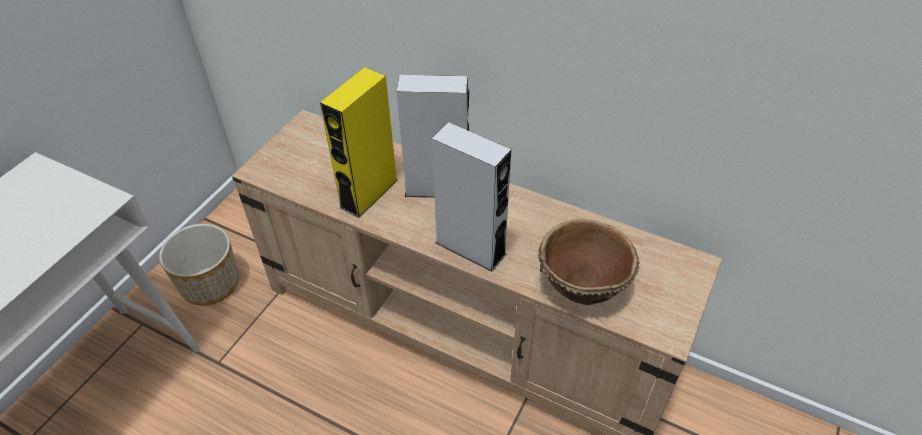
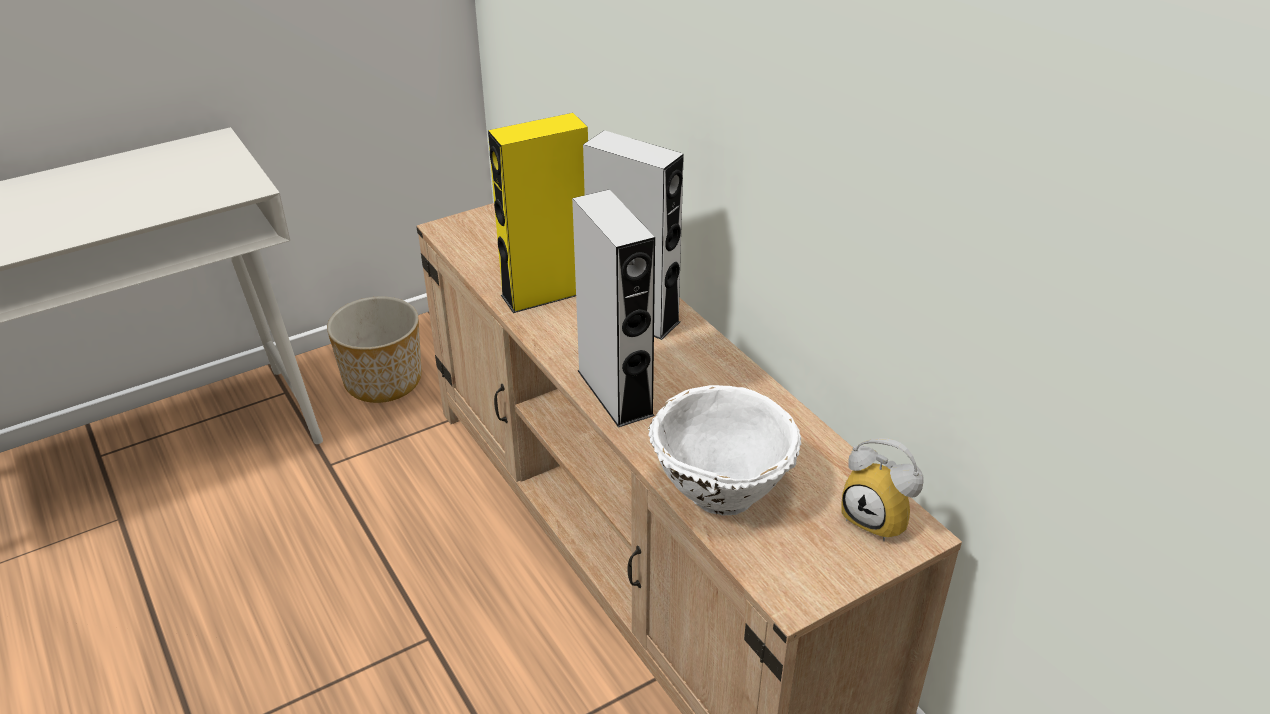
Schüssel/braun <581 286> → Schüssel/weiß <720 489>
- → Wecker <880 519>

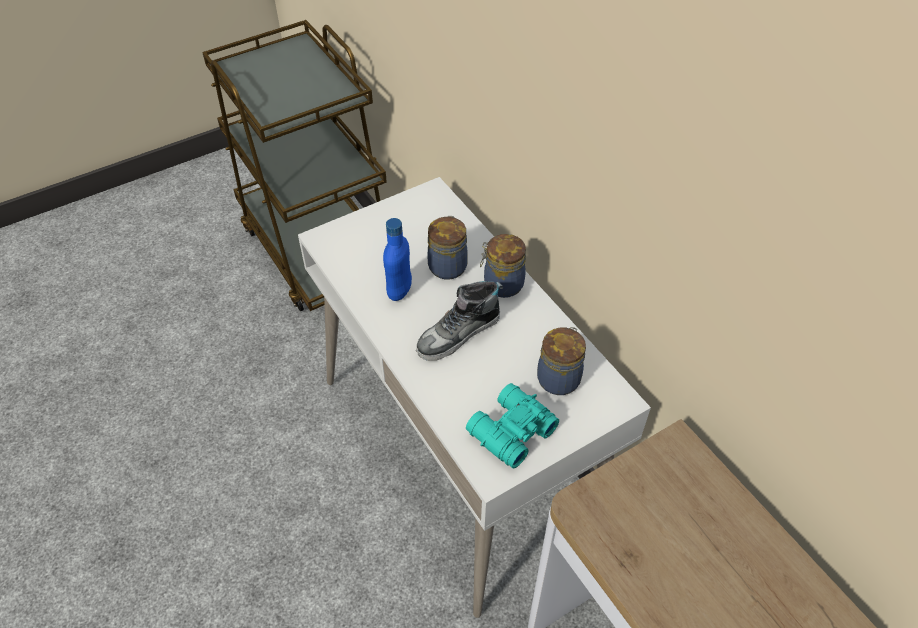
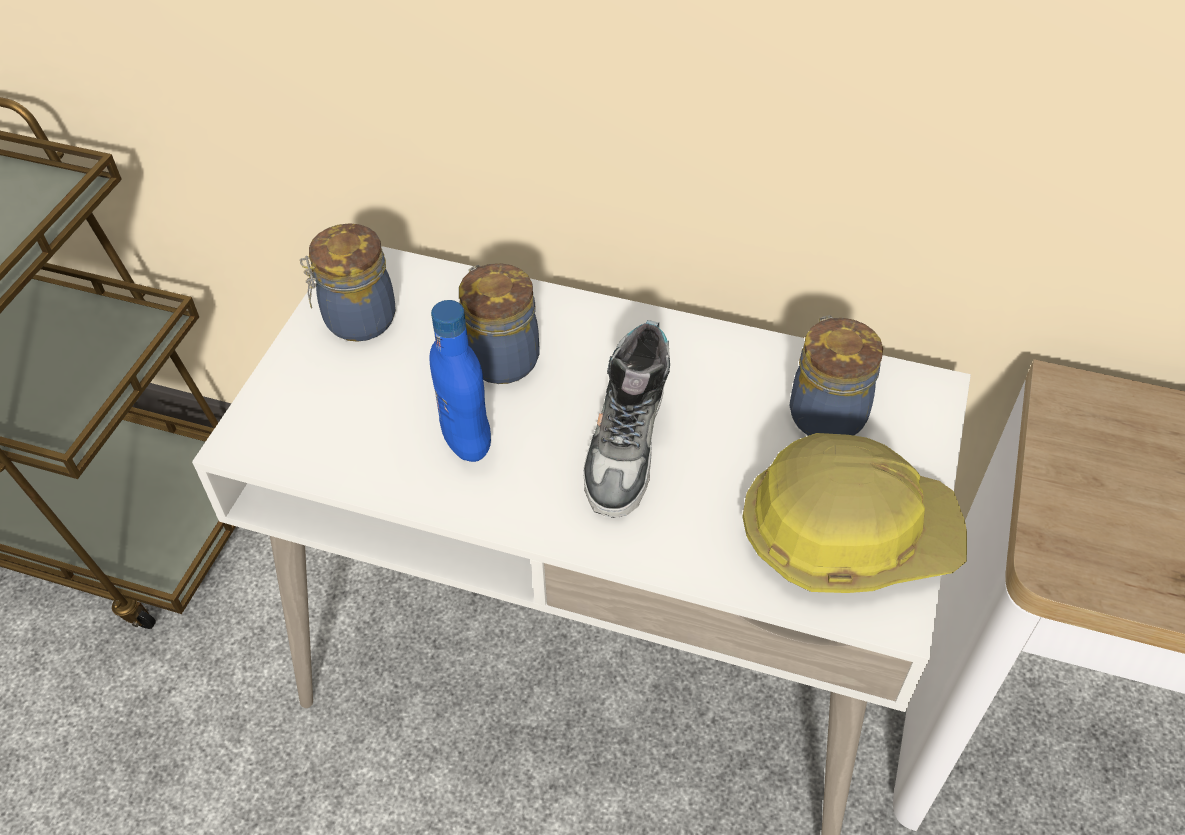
Vorratsglas <501 284> → Vorratsglas <357 320>, shifted
Fernglas/türkis <509 431> → Schutzhelm <846 534>

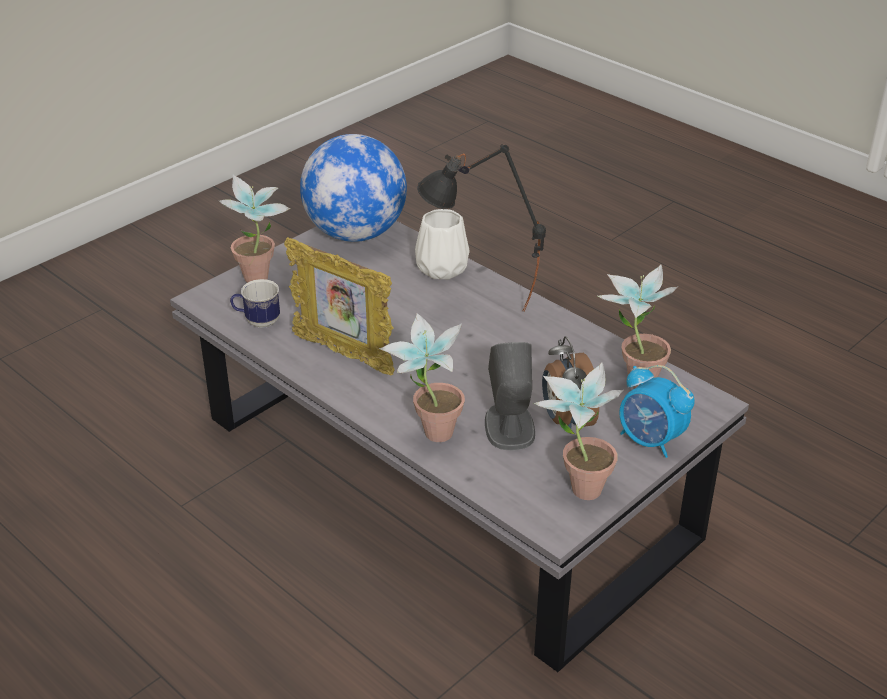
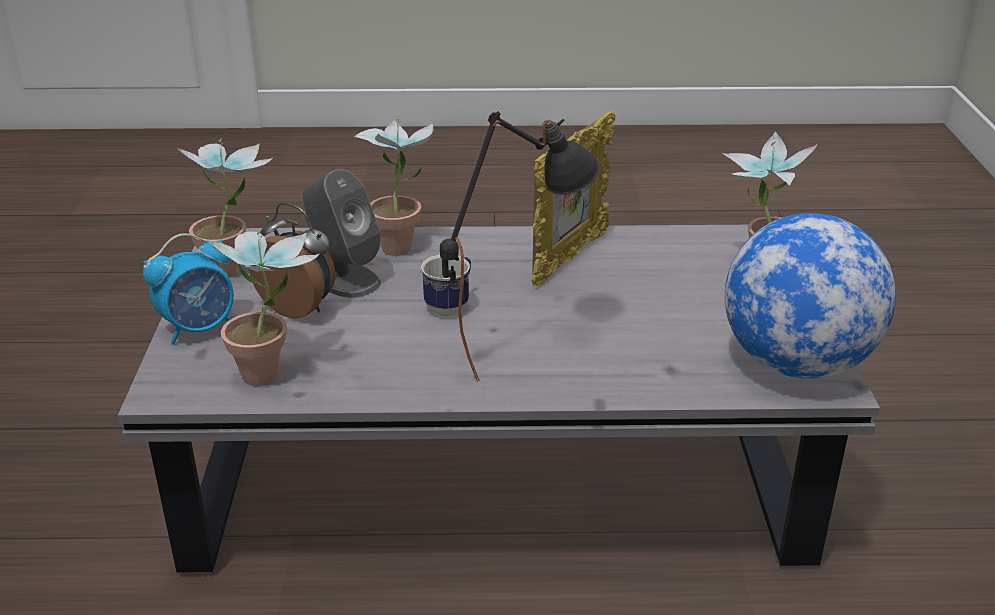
Vase/weiß <440 268> → -
Bilderrahmen <344 354> → Bilderrahmen <568 258>, 135 degrees clockwise
Henkelbecher <257 322> → Henkelbecher <451 305>, shifted
Wecker <650 441> → Wecker <200 328>, 150 degrees clockwise

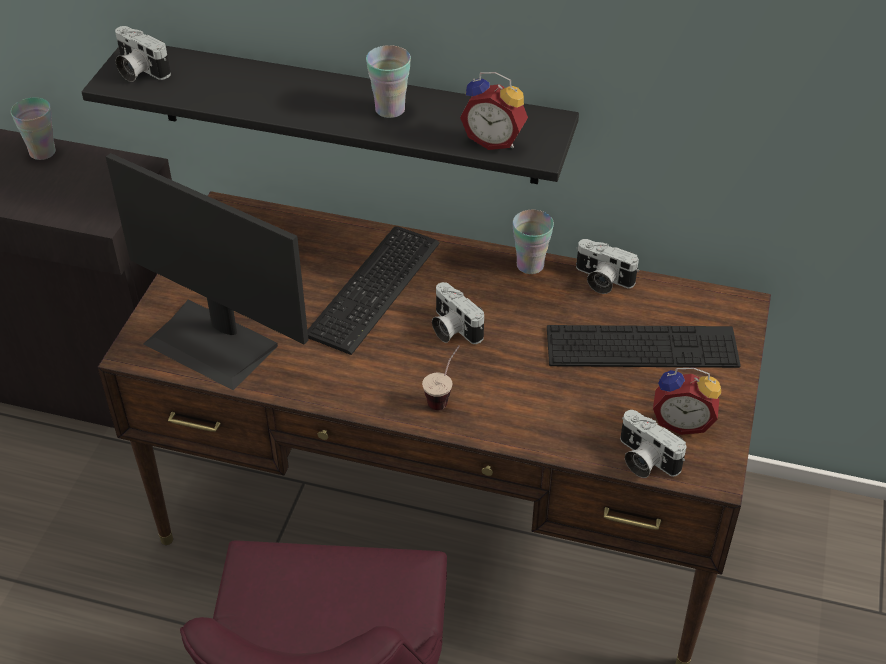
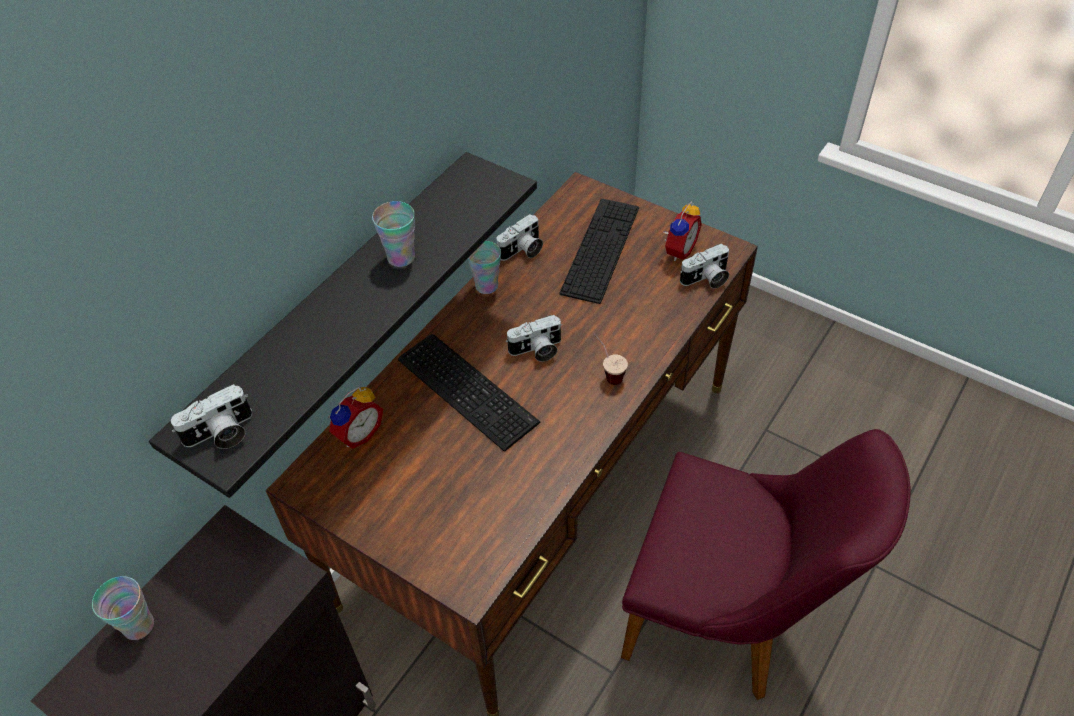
Wecker <494 140> → Wecker <358 433>, shifted
Monitor <213 343> → -

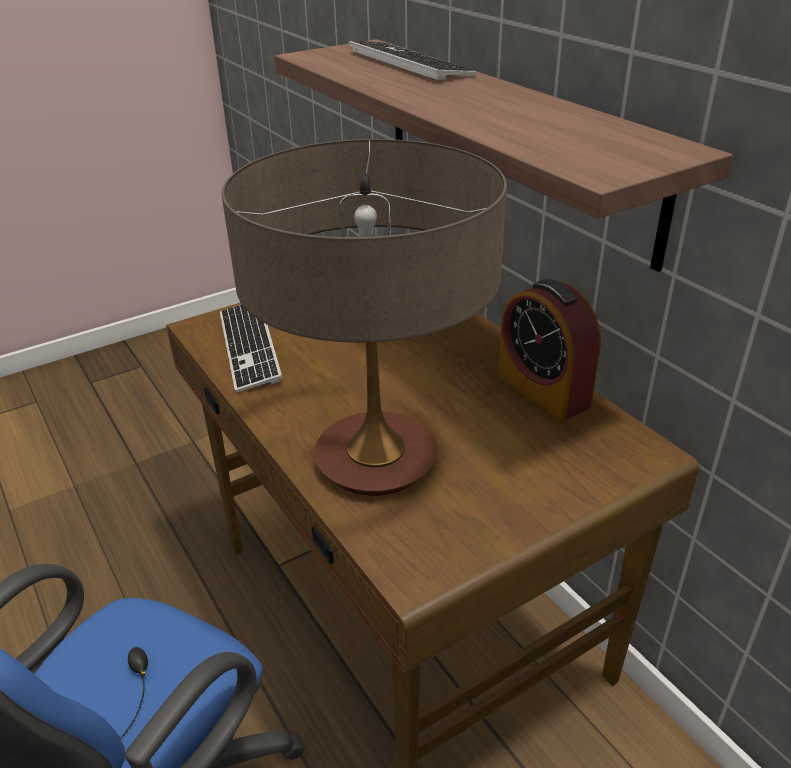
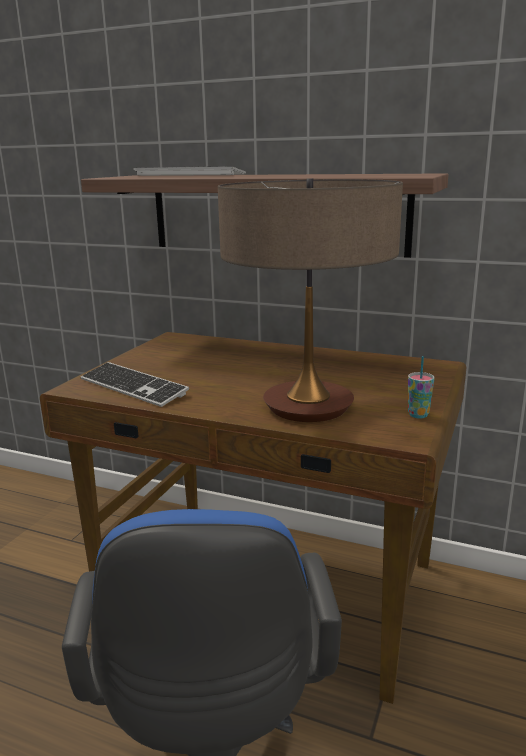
Wecker <543 390> → -
- → Tasse <418 415>

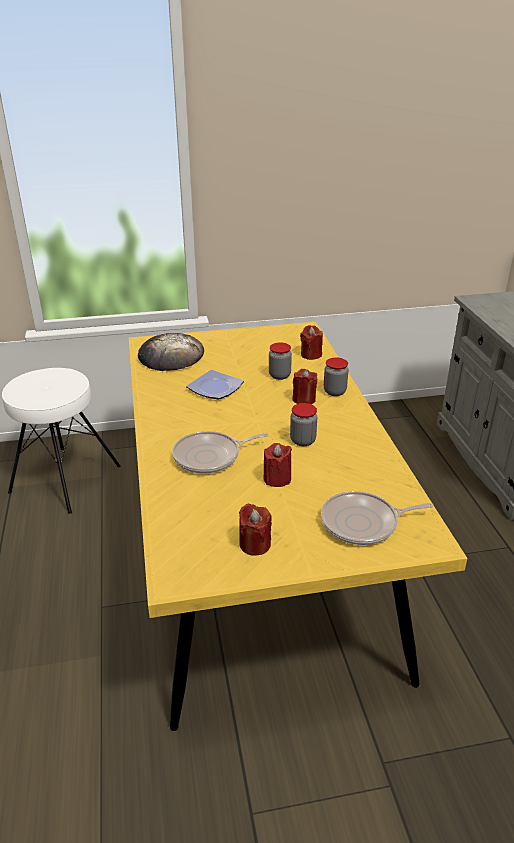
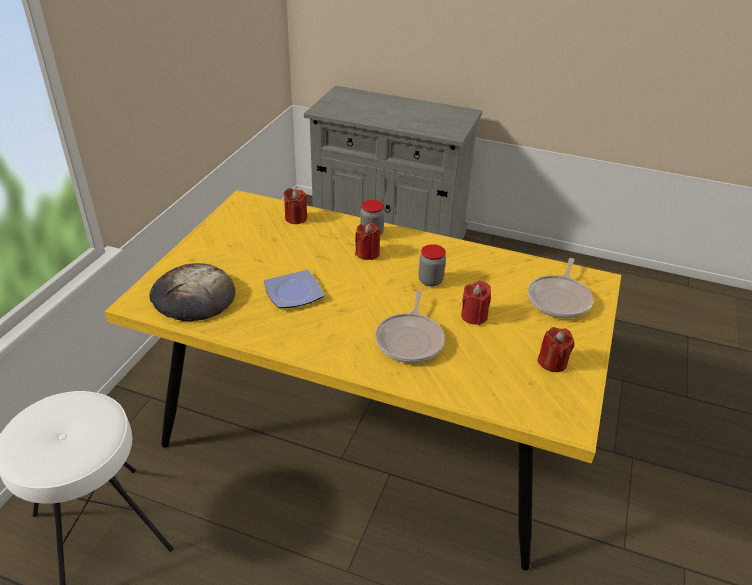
Vorratsglas <279 375> → -

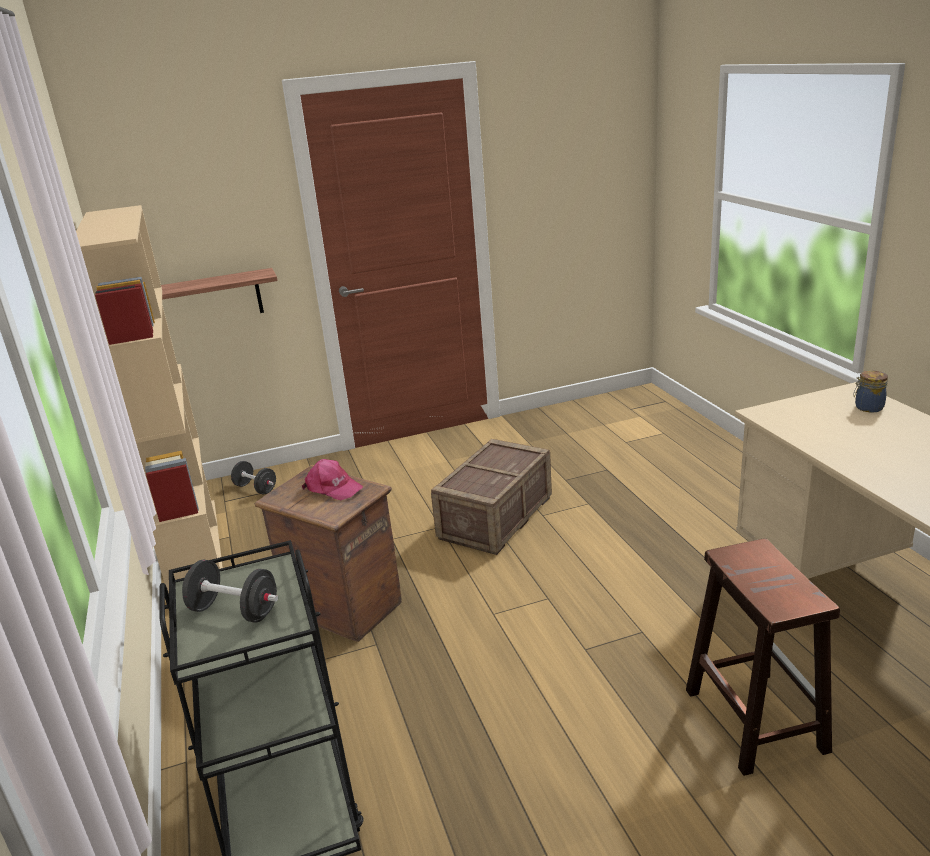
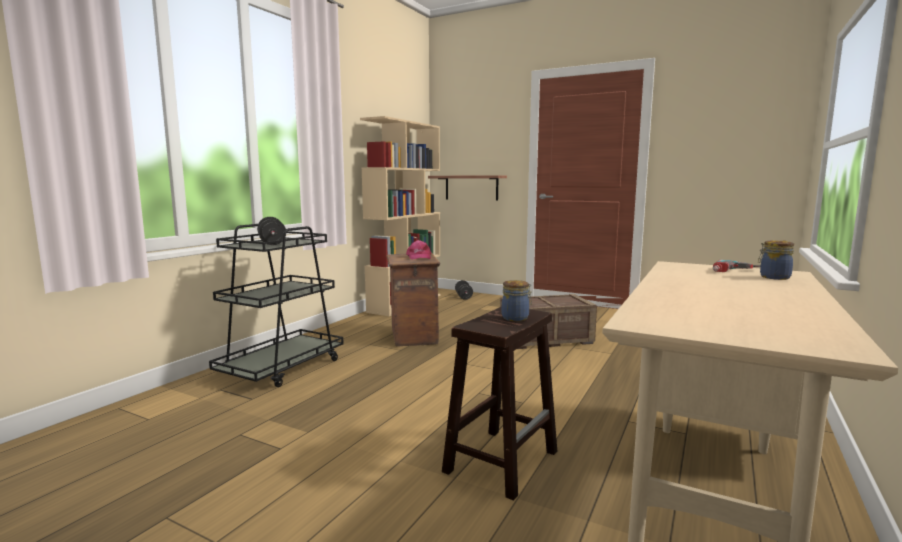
- → Bohrmaschine <739 272>
- → Vorratsglas <516 318>

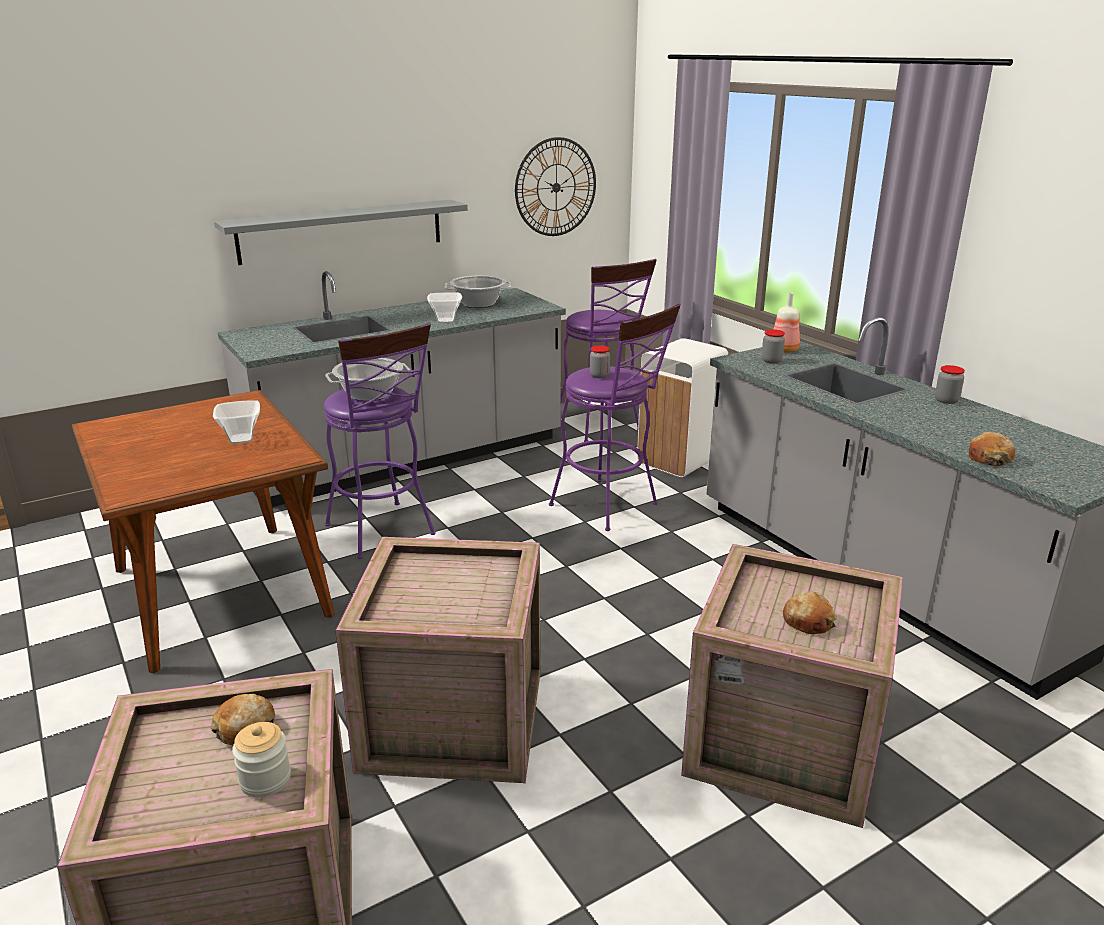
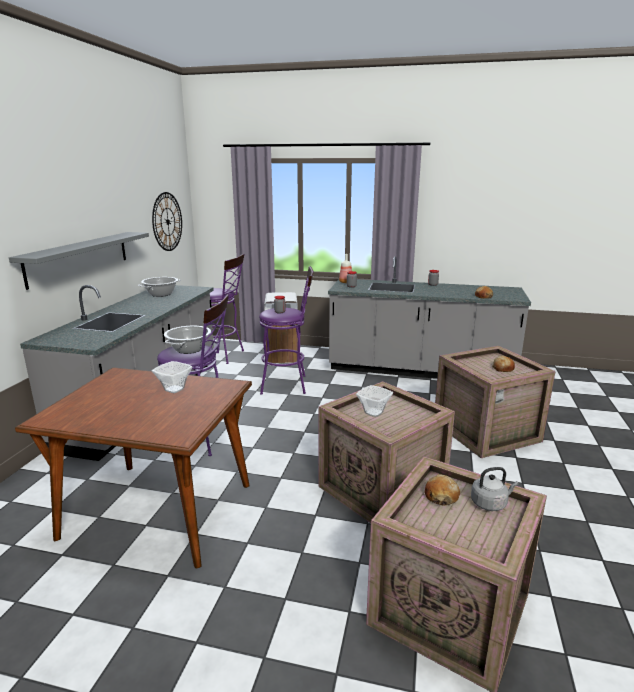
Schüssel <445 320> → Schüssel <373 412>, shifted
Vorratsglas <265 779> → Wasserkessel/grau <490 503>

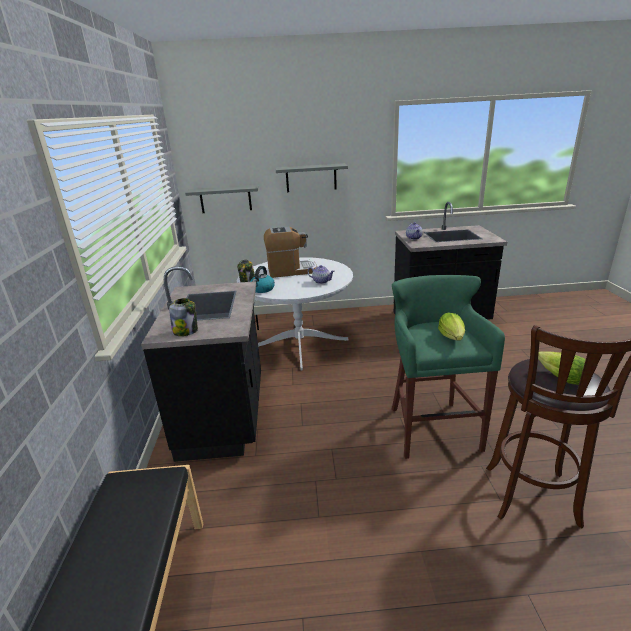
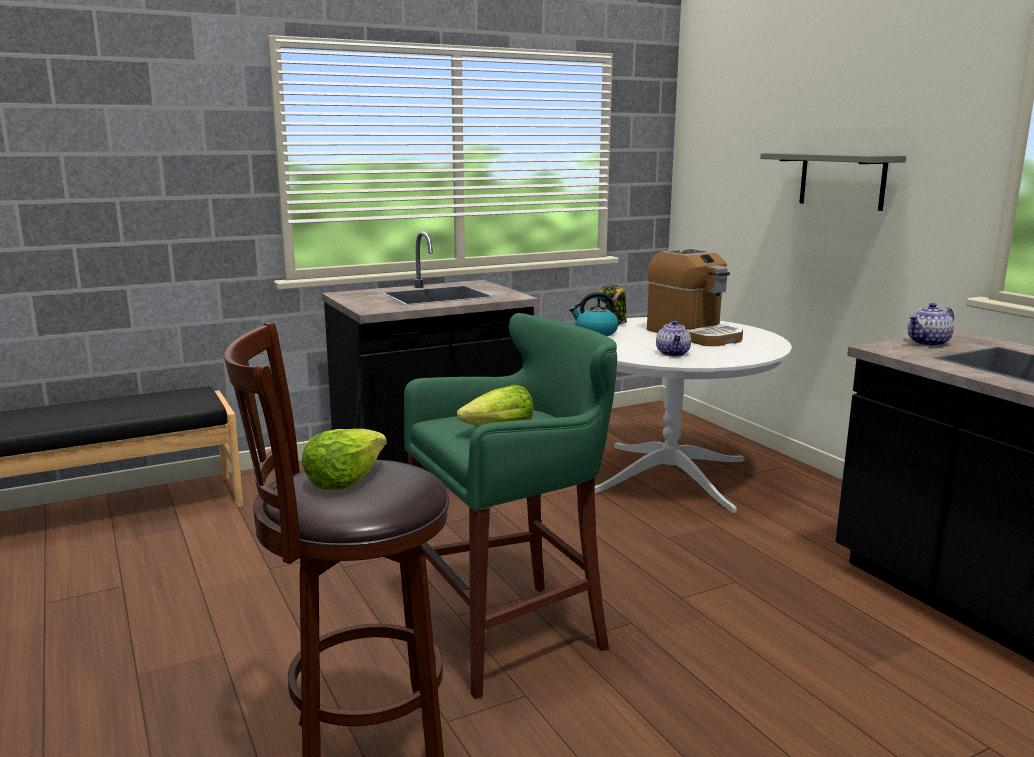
Wandregal/grau <225 199> → -
Vorratsglas <186 331> → -

